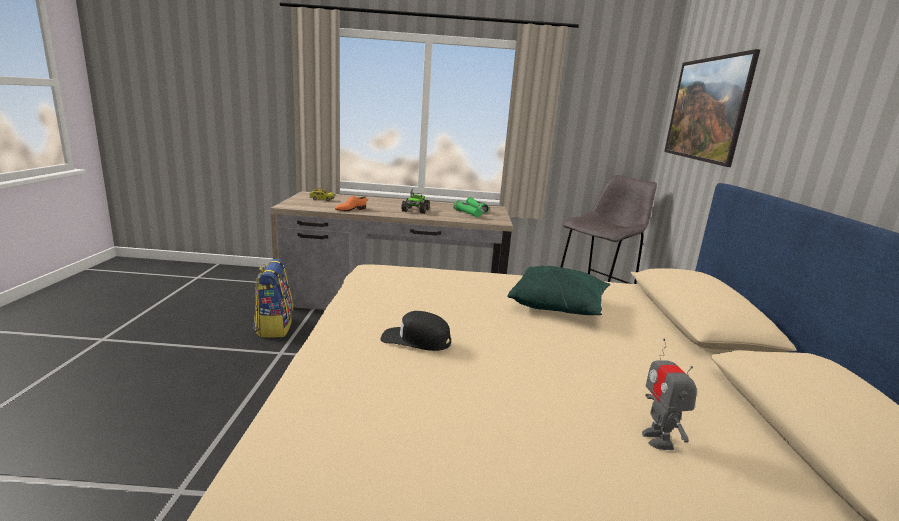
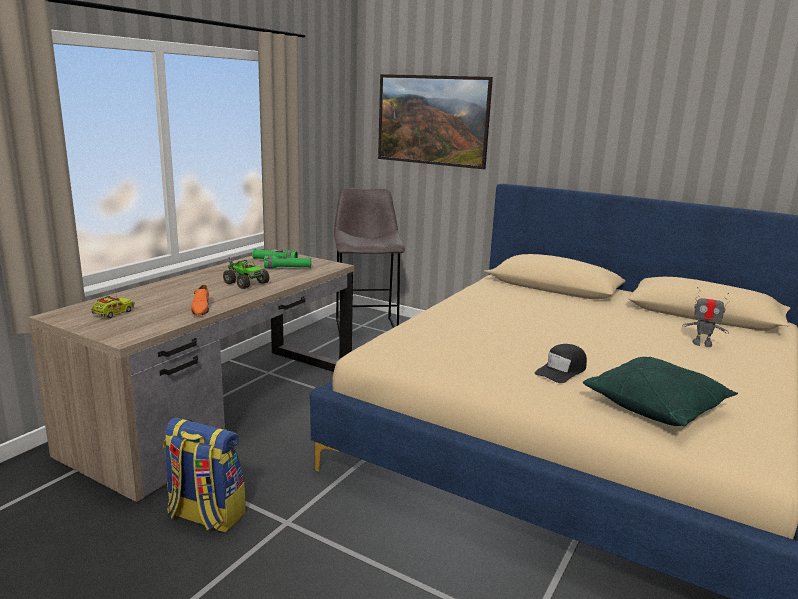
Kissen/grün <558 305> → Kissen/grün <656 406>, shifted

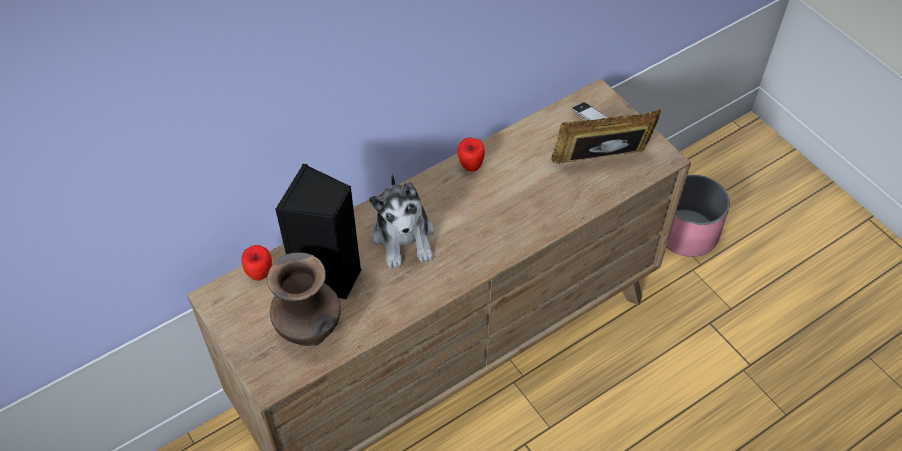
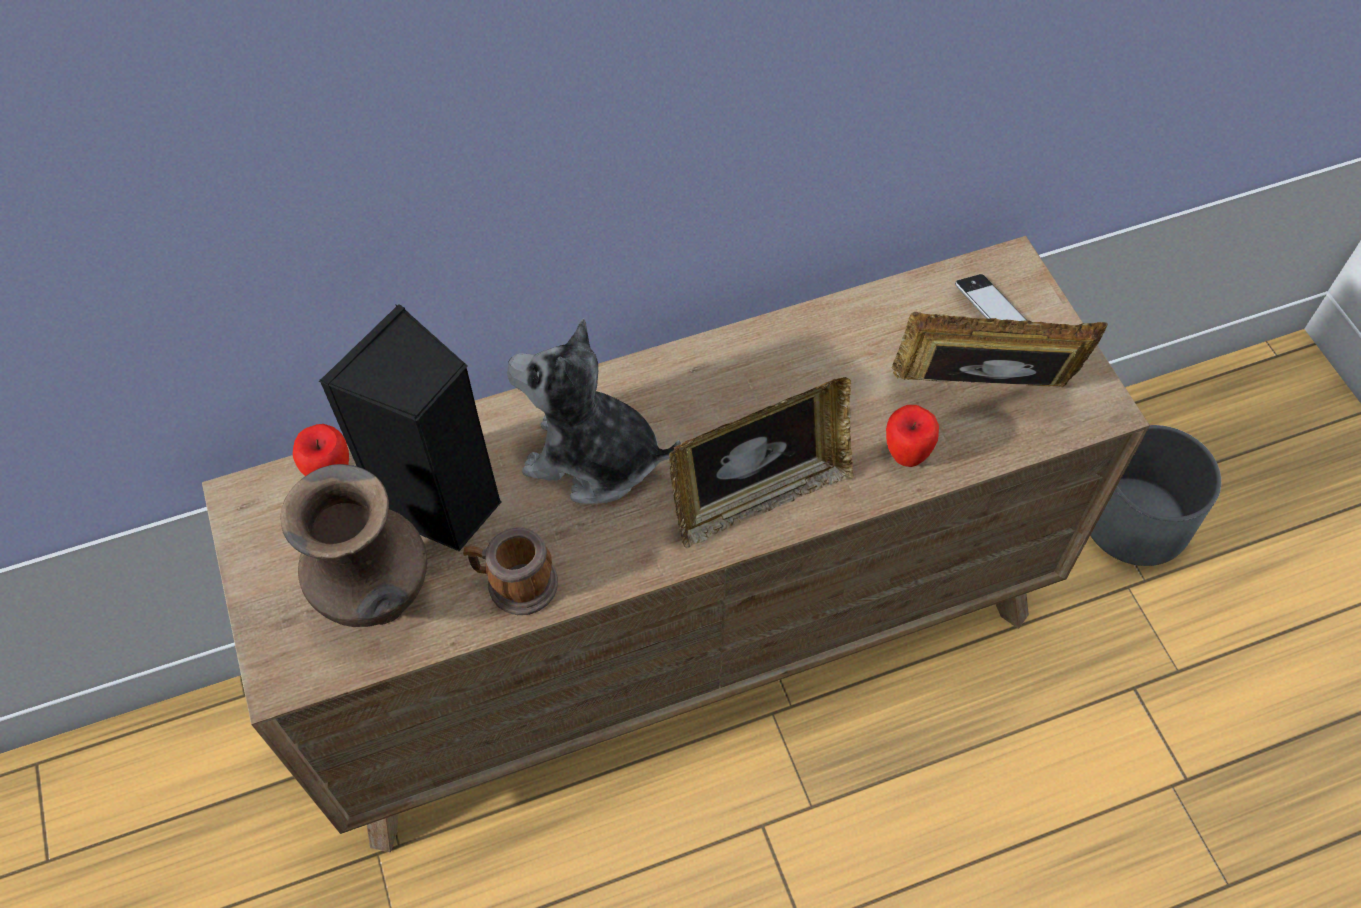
Apfel <470 166> → Apfel <906 455>, shifted
Plüschtier <404 237> → Plüschtier <593 458>, 105 degrees clockwise
Pflanzkübel/rosa <686 233> → Pflanzkübel/grau <1133 521>
- → Bilderrahmen <759 497>
- → Henkelbecher <514 583>

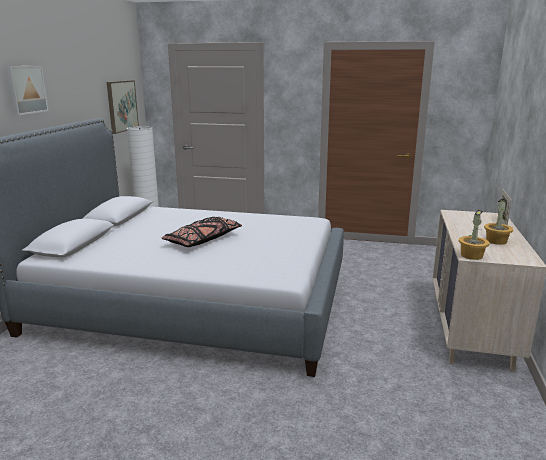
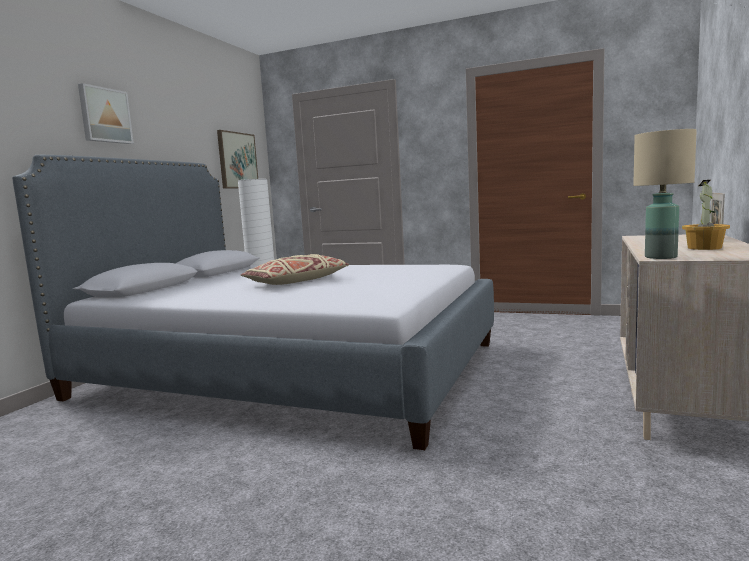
Topfpflanze <472 255> → Tischlampe/beige <661 257>
Kissen/schwarz <203 240> → Kissen/beige <297 281>

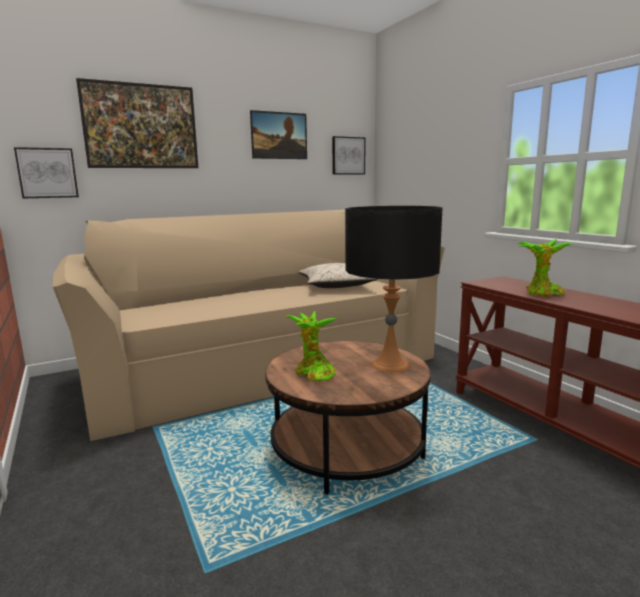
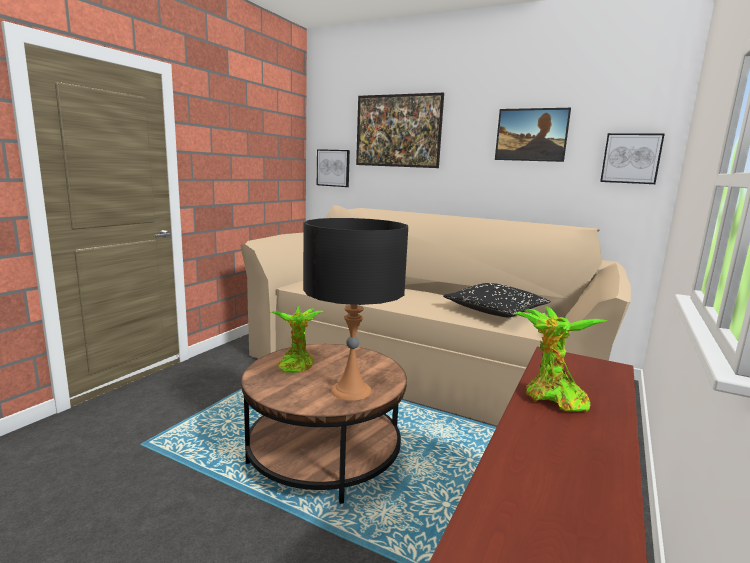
Kissen/beige <335 286> → Kissen/schwarz <495 311>

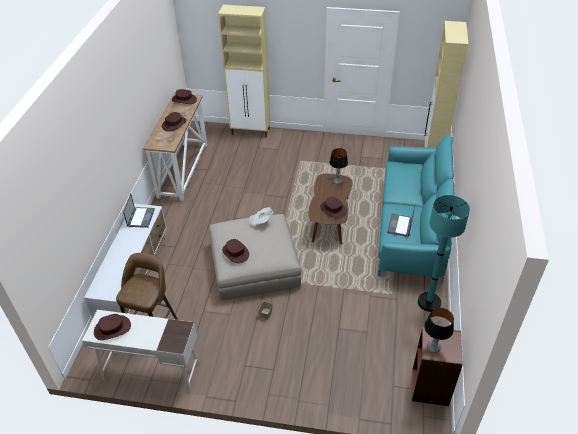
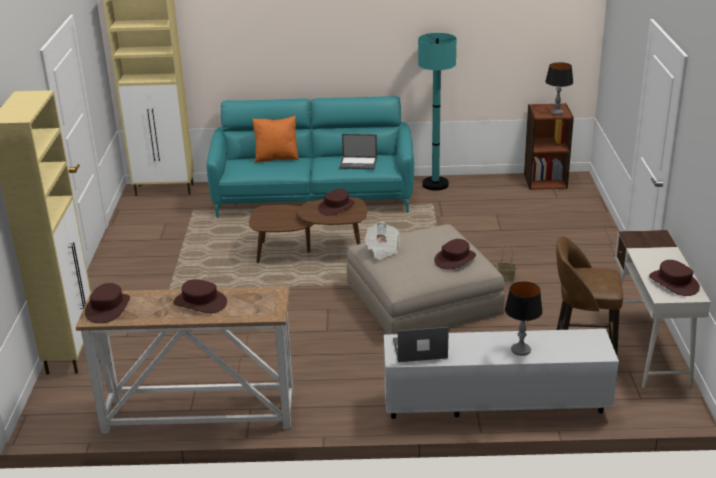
Tischlampe <337 181> → Tischlampe <520 350>, shifted
- → Kissen/orange <276 158>

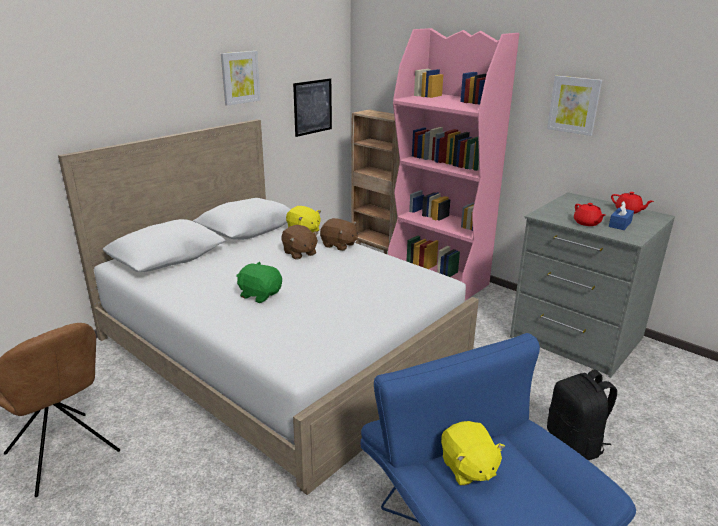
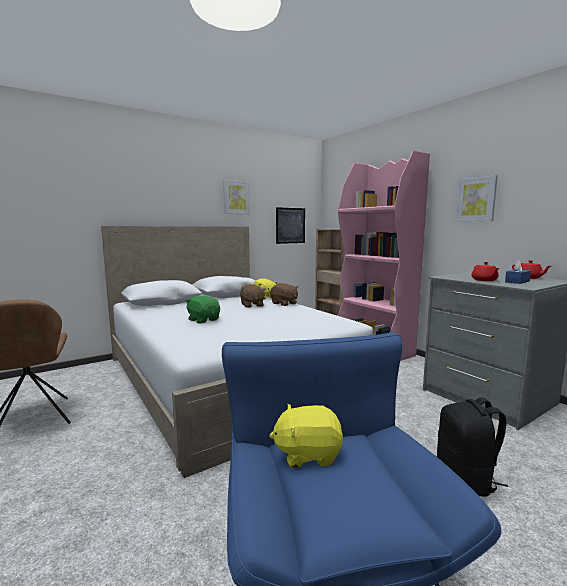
Plüschtier/gelb <468 468> → Plüschtier/gelb <307 454>, 90 degrees clockwise

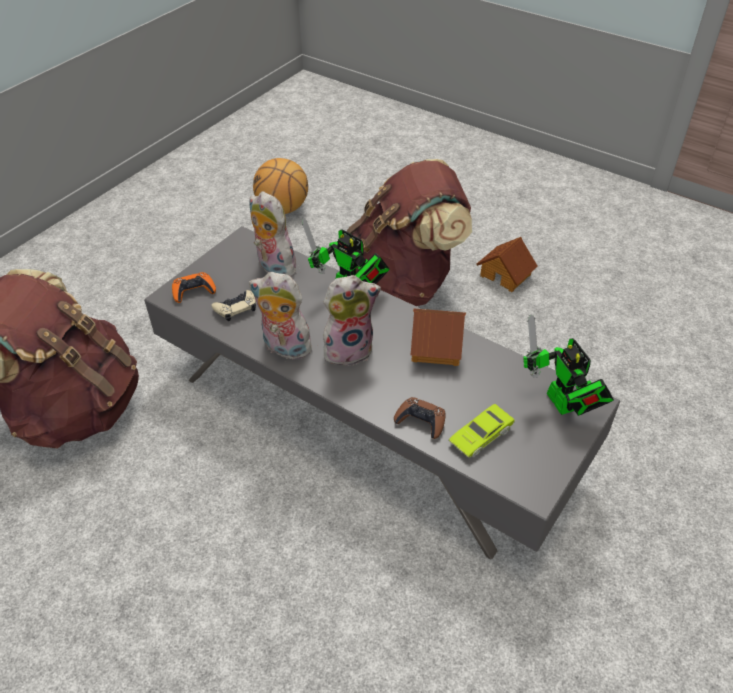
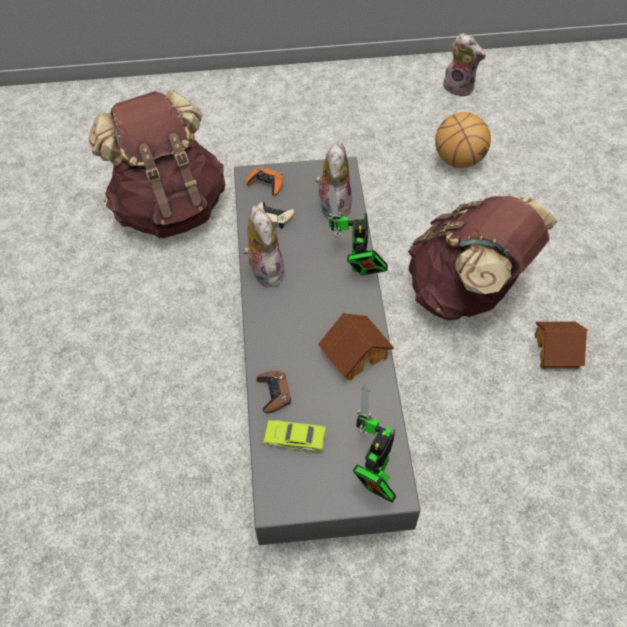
Plüschtier <349 349> → Plüschtier <460 87>, shifted

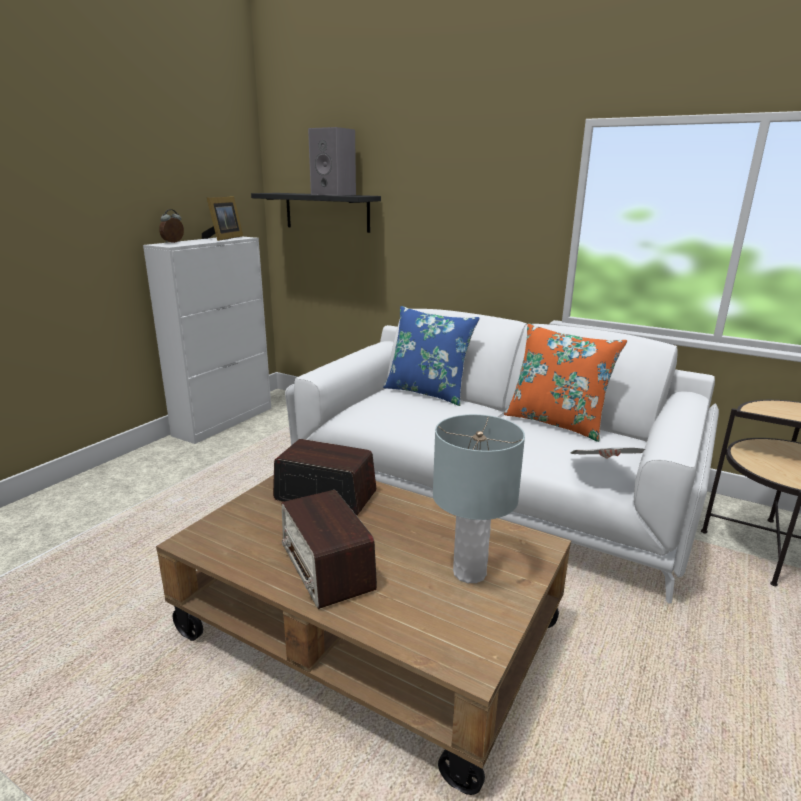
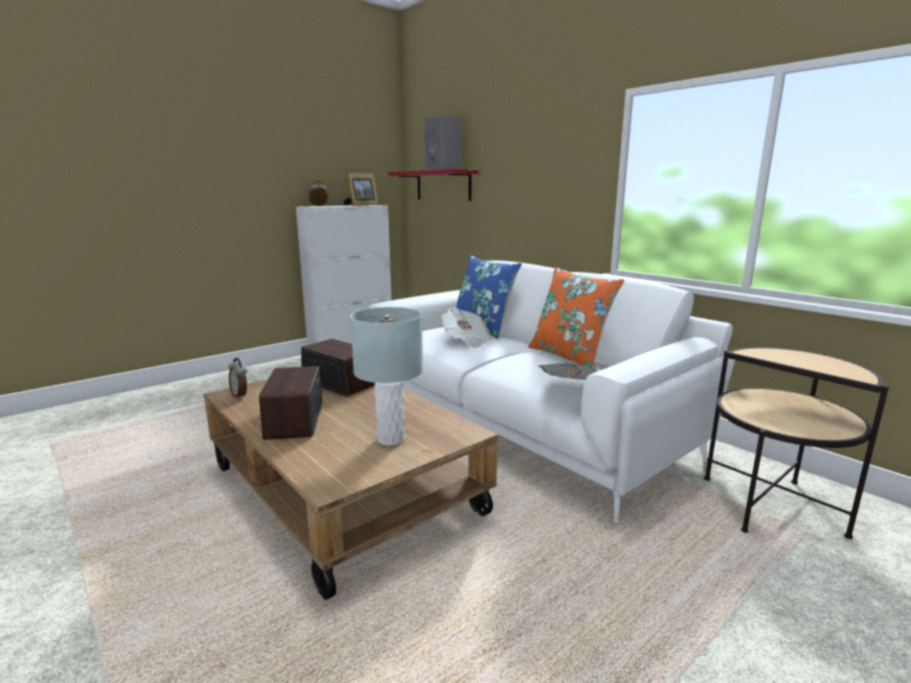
Wandregal/schwarz <327 212> → Wandregal/rot <443 185>
- → Zeitung <466 341>
- → Wecker <240 395>

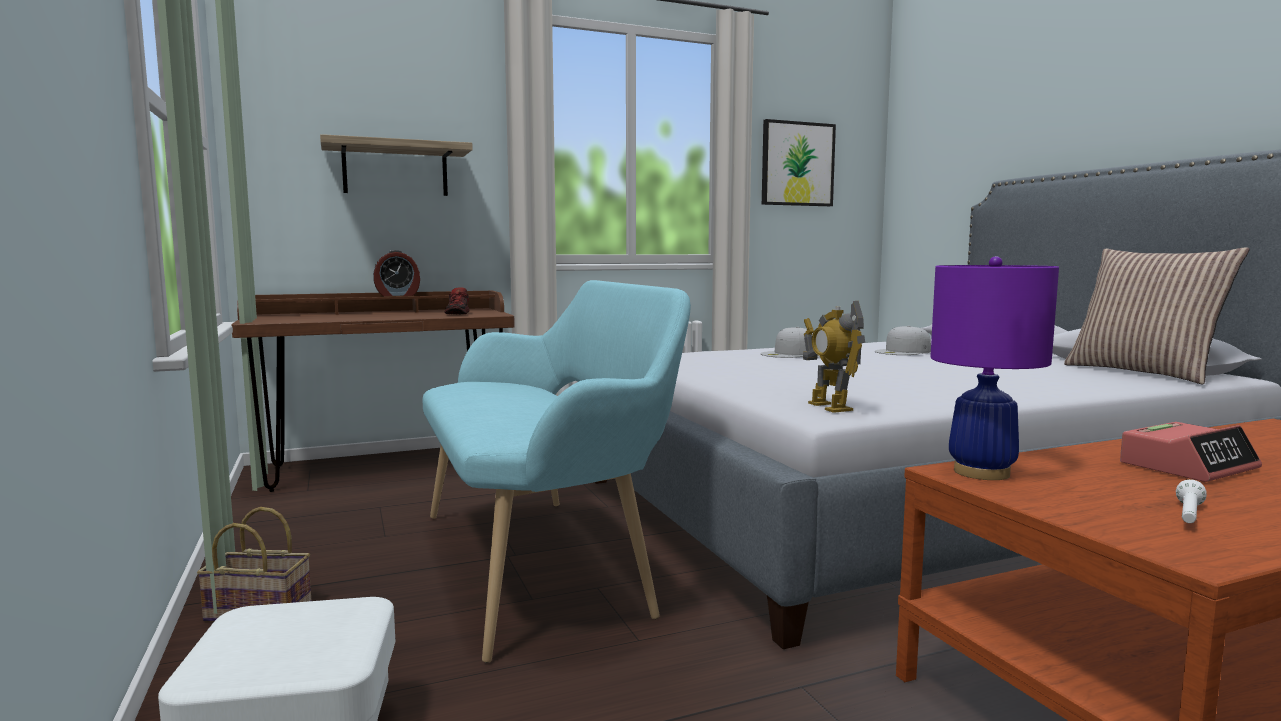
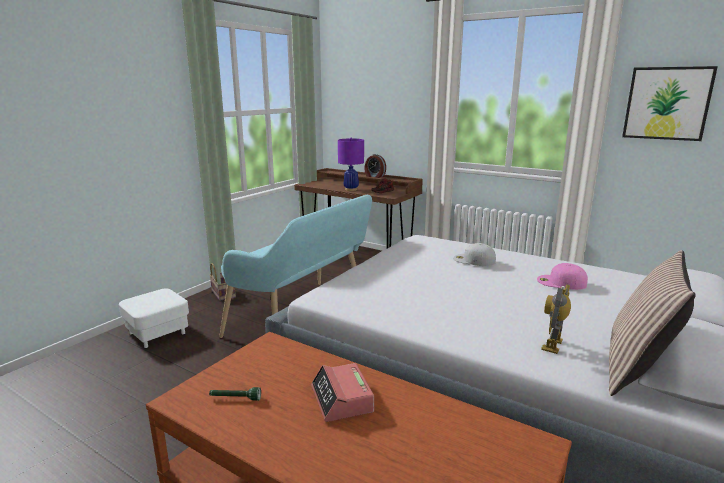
Wandregal <395 170> → -
Tischlampe/lila <981 472> → Tischlampe/lila <351 189>, shifted
Spielzeugroboter <829 407> → Spielzeugroboter <553 345>, shifted
Kappe/weiß <903 351> → Kappe/rosa <561 282>
Wecker <1188 466> → Wecker <342 399>, 45 degrees clockwise
Taschenlampe/weiß <1188 516> → Taschenlampe/grün <235 398>

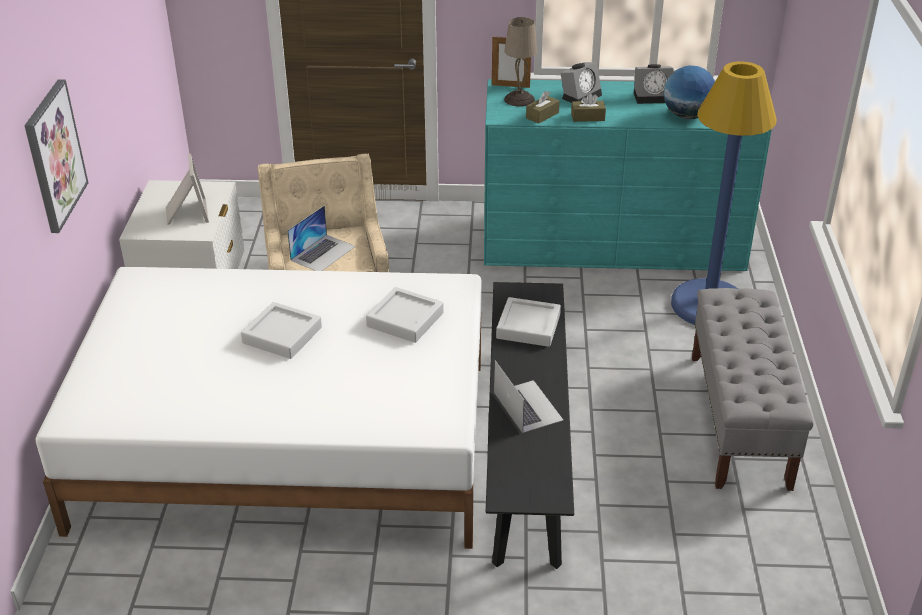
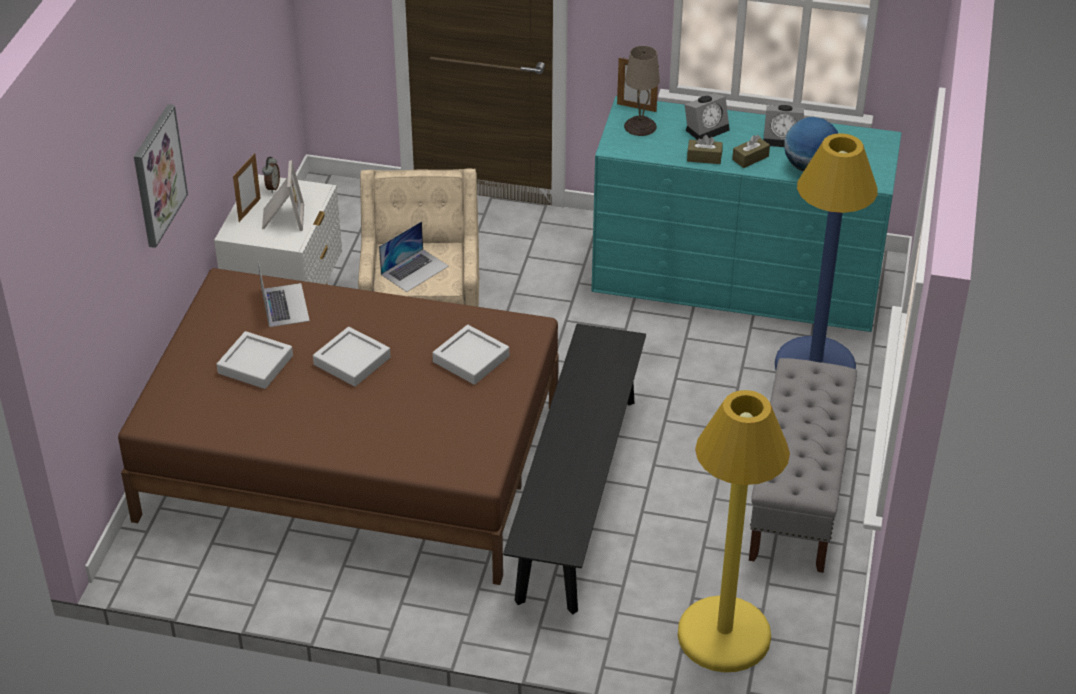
Taschentuchbox/braun <542 115> → Taschentuchbox/braun <750 158>, shifted
Bett/weiß <288 441> → Bett/braun <352 459>
Tablett/grau <528 326> → Tablett/grau <255 364>, shifted
Laptop <527 406> → Laptop <285 305>, shifted
- → Bilderrahmen <249 210>
- → Wecker <272 187>
- → Stehlampe/gelb <724 635>

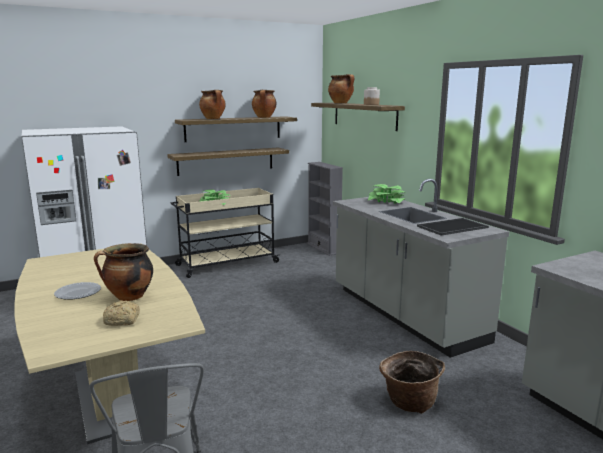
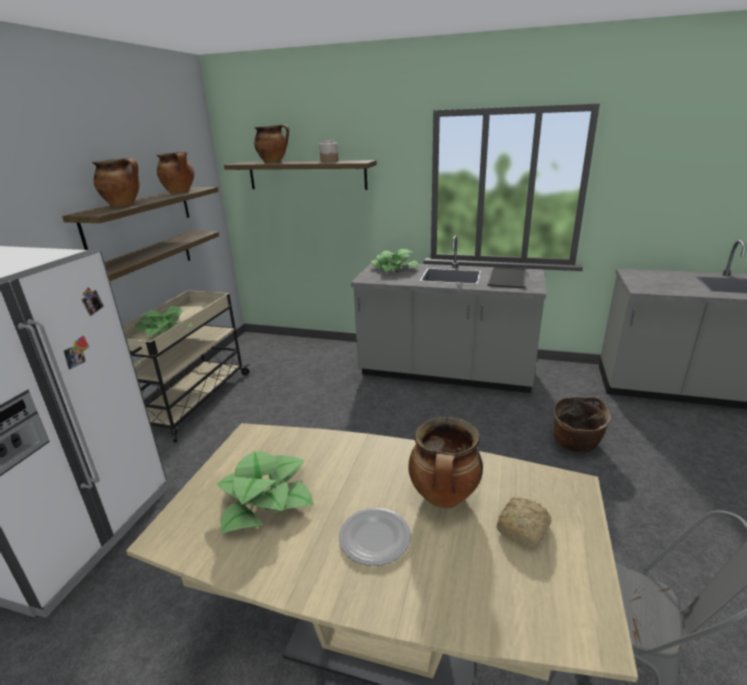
Bücherregal/grau <323 248> → -
- → Topfpflanze <266 499>

